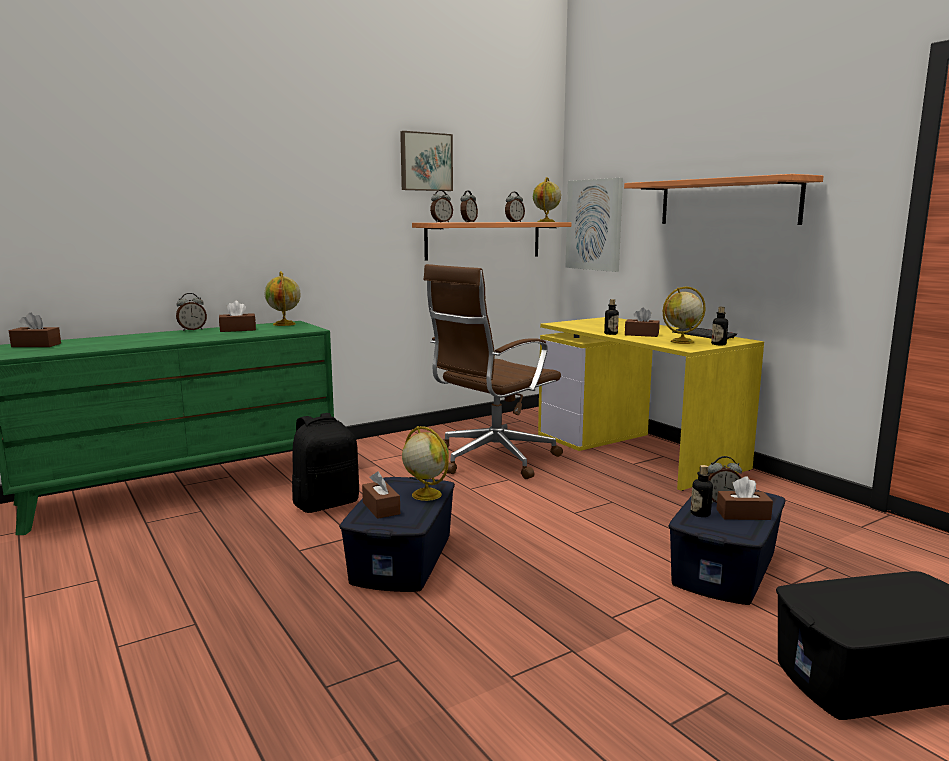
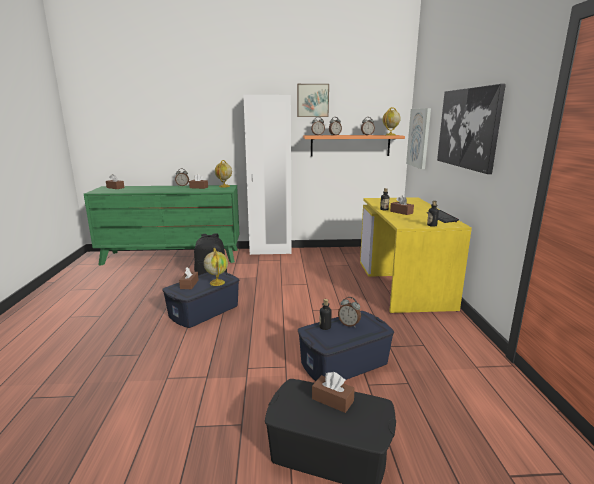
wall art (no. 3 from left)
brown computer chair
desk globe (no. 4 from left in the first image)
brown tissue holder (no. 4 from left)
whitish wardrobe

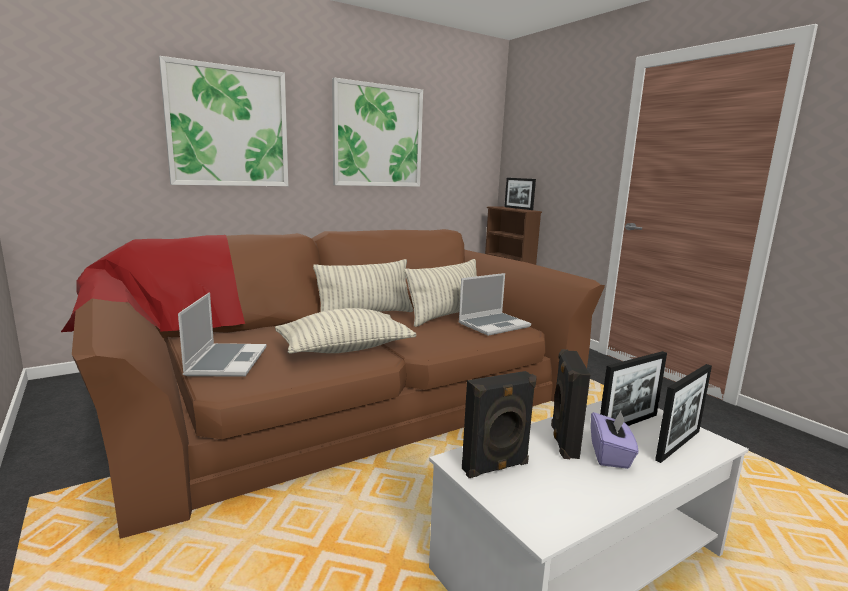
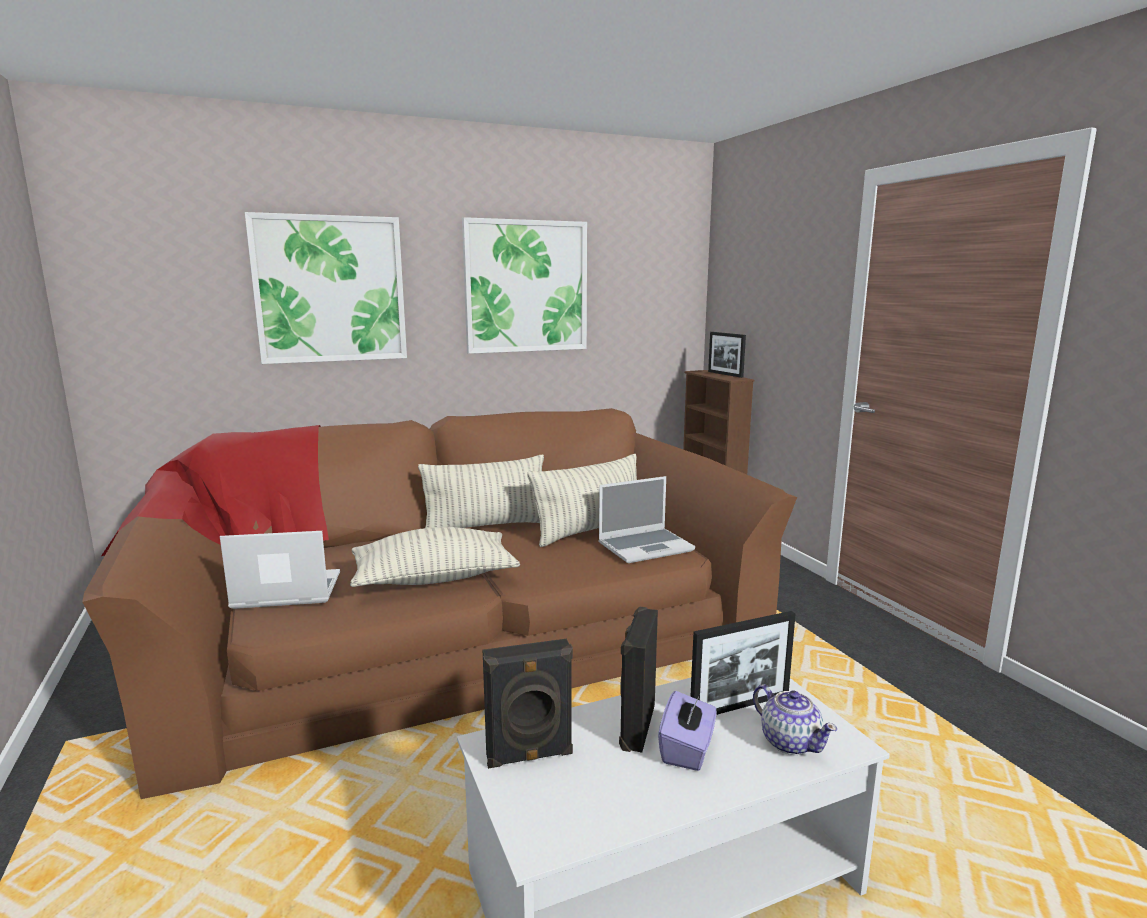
notebook computer (no. 1 from left)
teapot

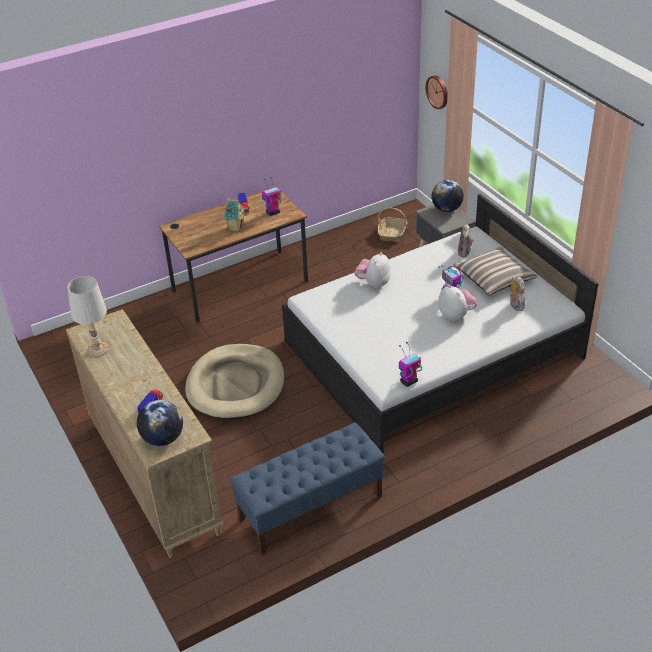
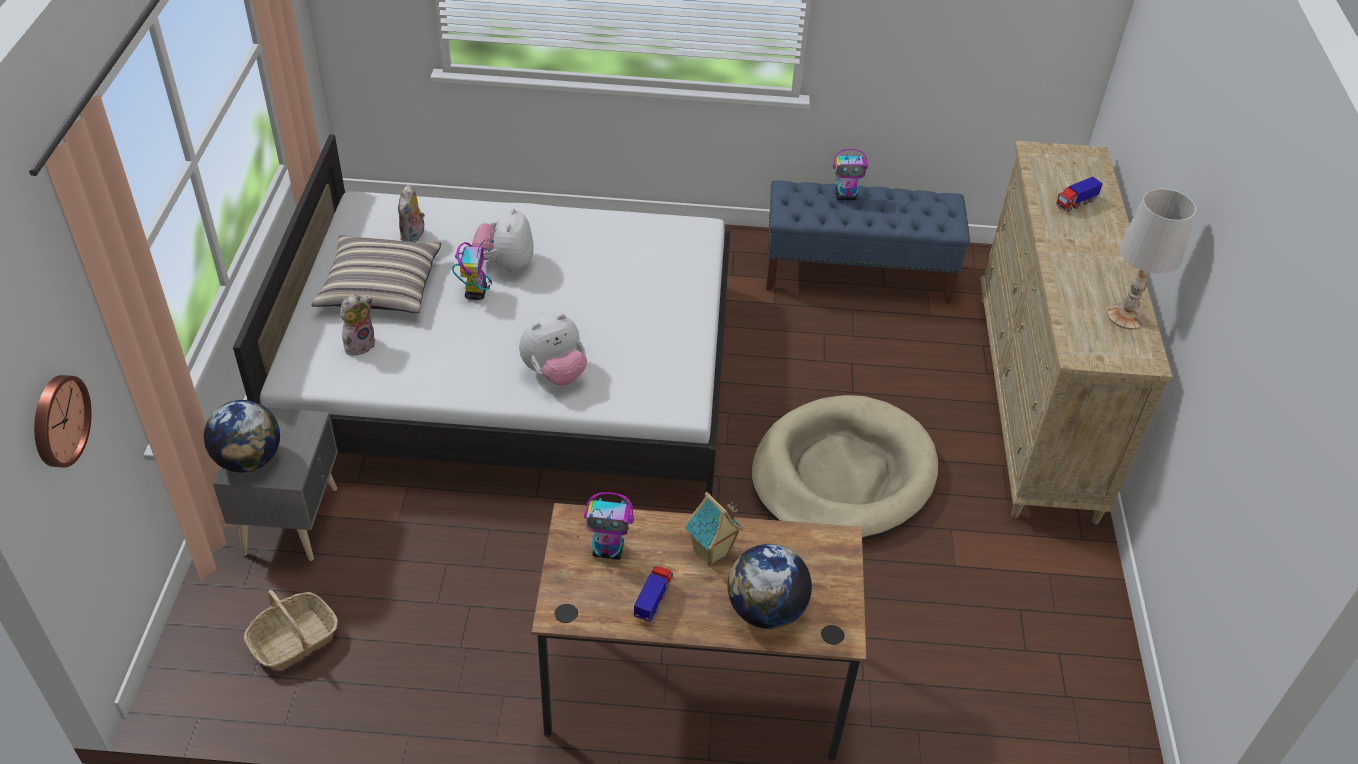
model robot (no. 3 from left)
desk globe (no. 2 from left)

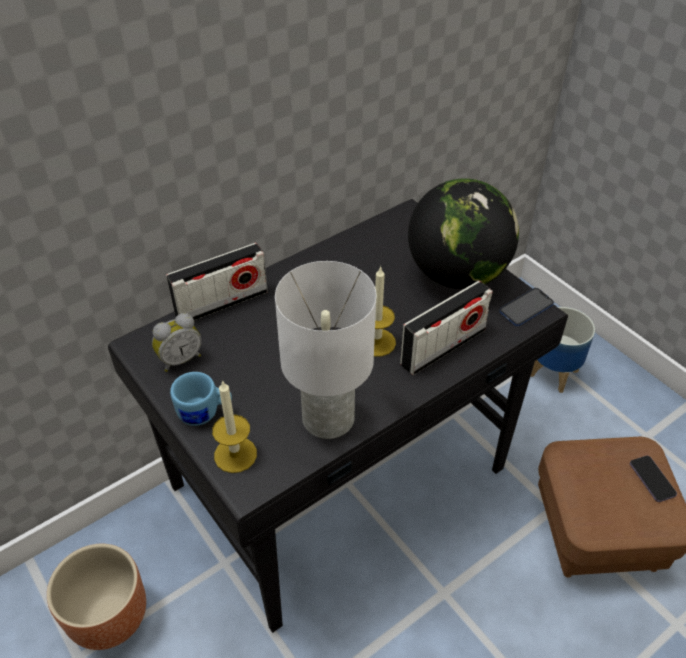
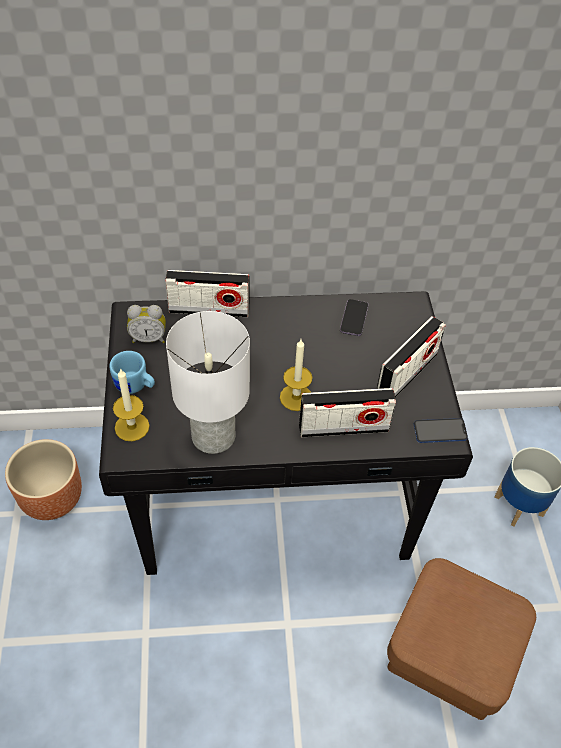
radio receiver (no. 3 from left)
phone (no. 1 from left)

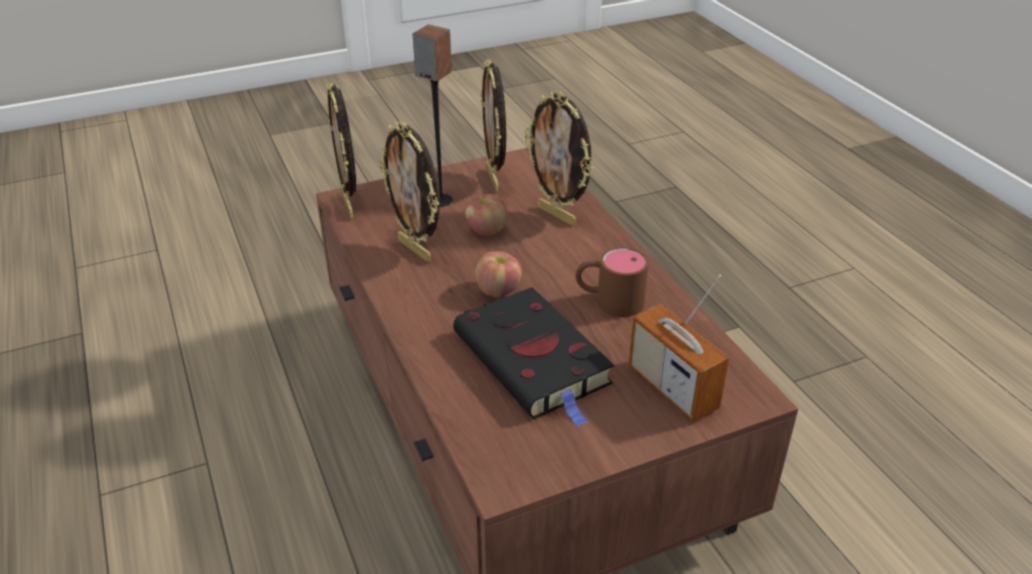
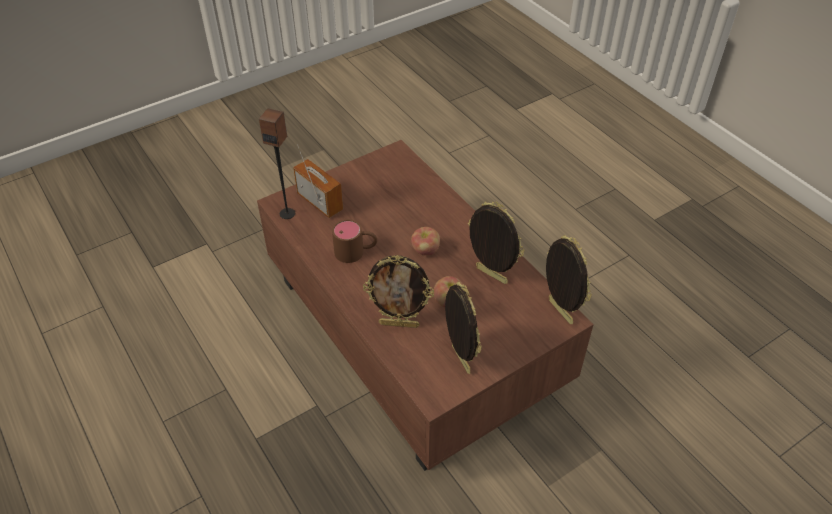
audio speaker
standing frame (no. 1 from left)
black-coloured book

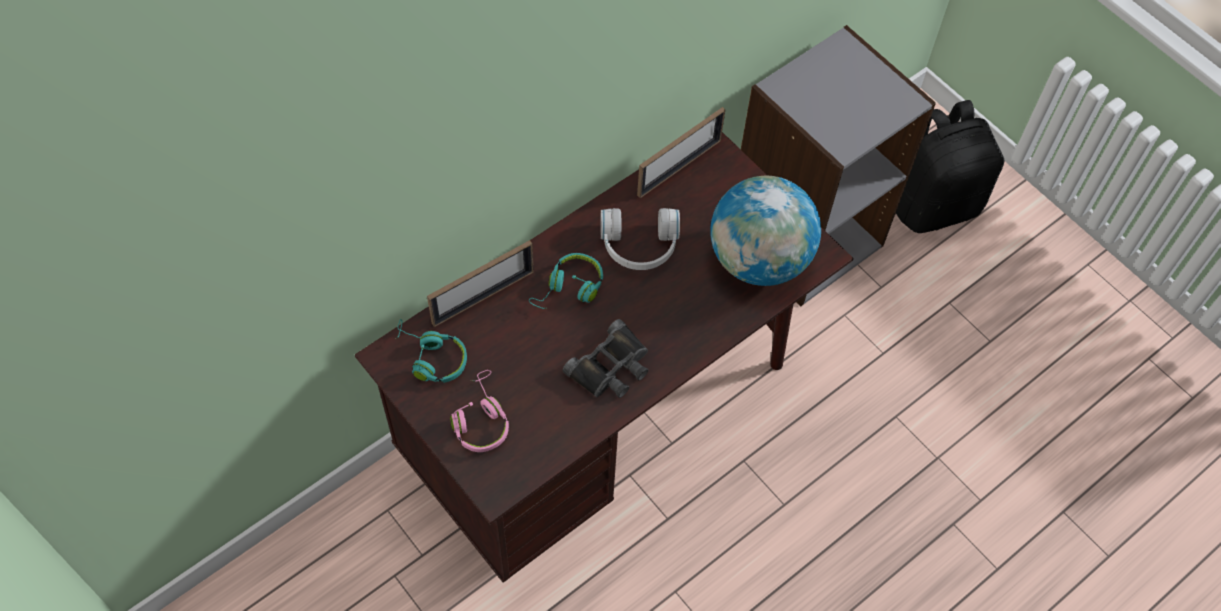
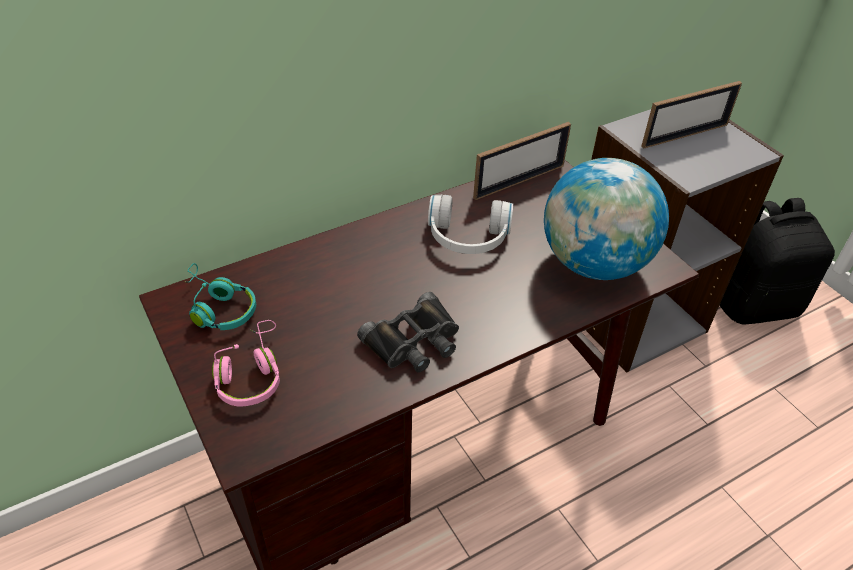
standing frame (no. 2 from left)
turquoise-coloured pair of headphones (no. 2 from left in the first image)

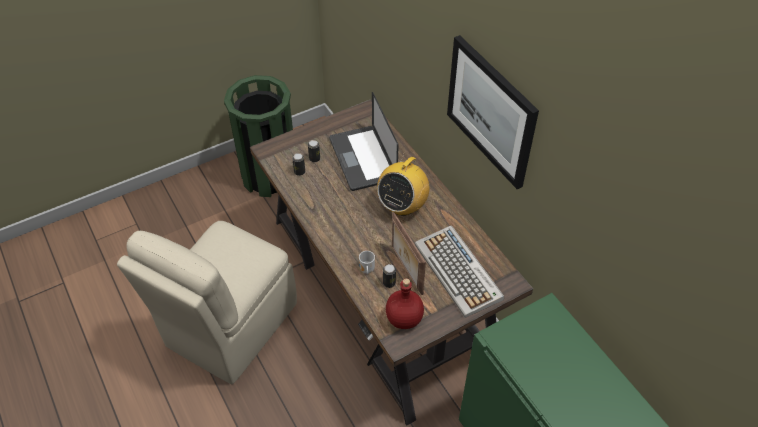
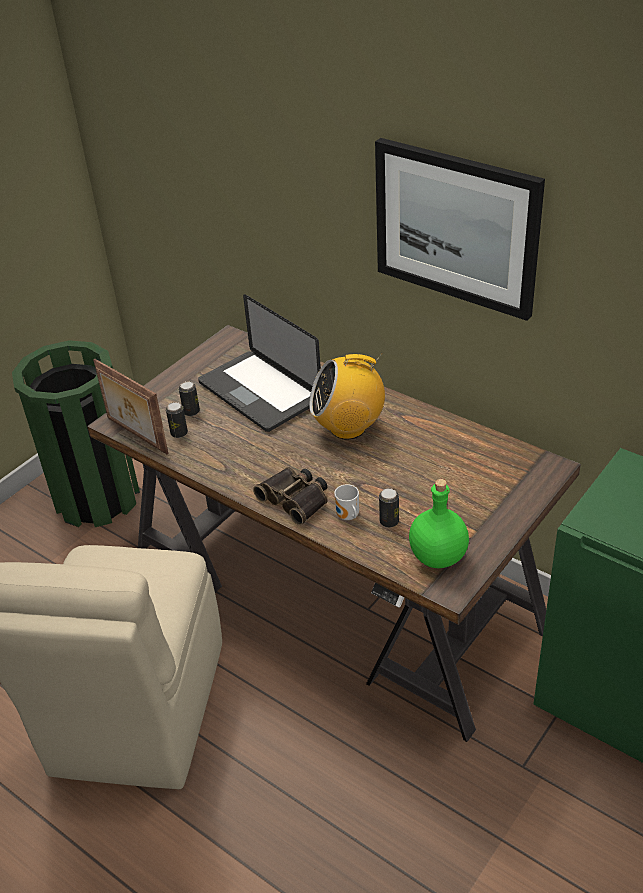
radio receiver
standing frame
computer keyboard
greenish bottle
pair of binoculars

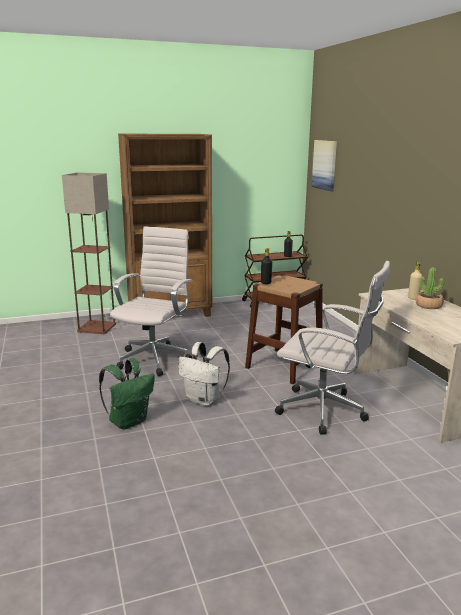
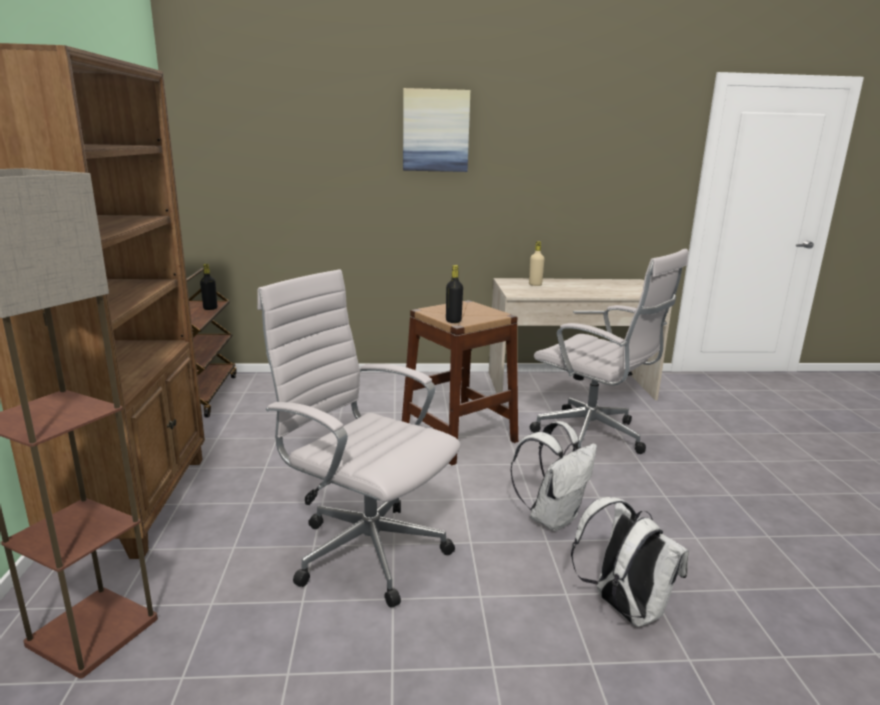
wall art
whitish computer chair (no. 2 from left)
houseplant
whitish knapsack (no. 2 from left)

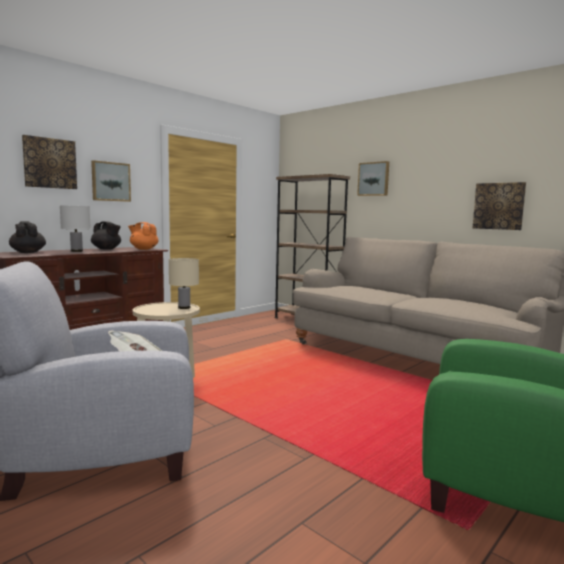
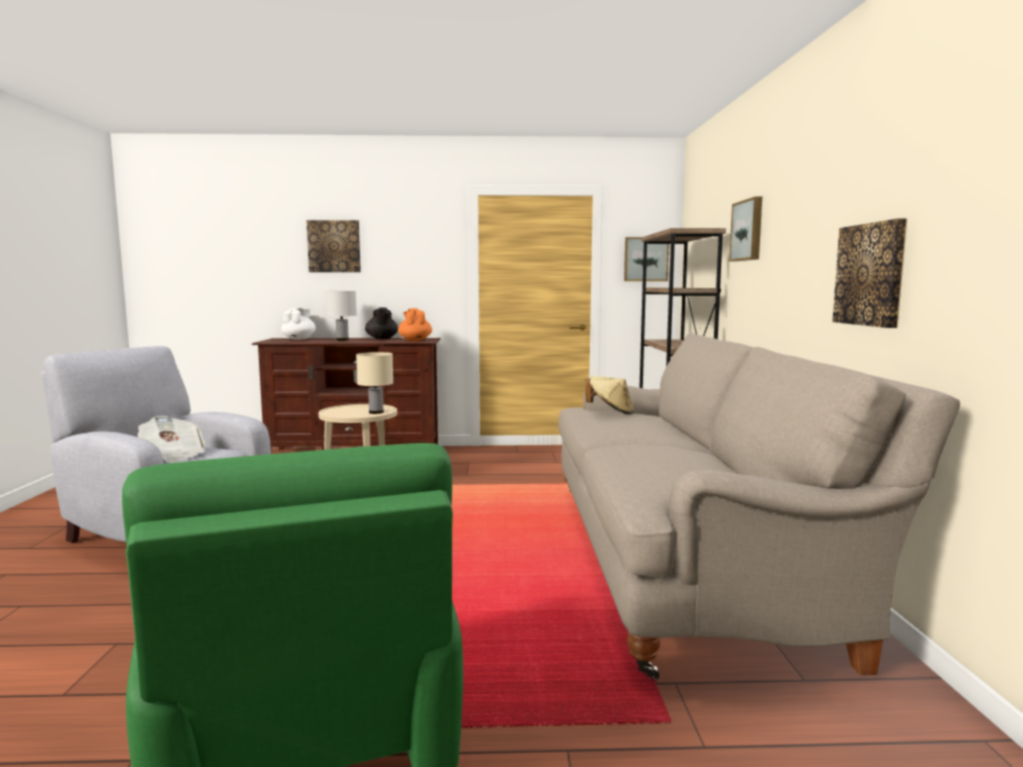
wall art (no. 2 from left)
whitish teapot
beige-coloured clothing hat

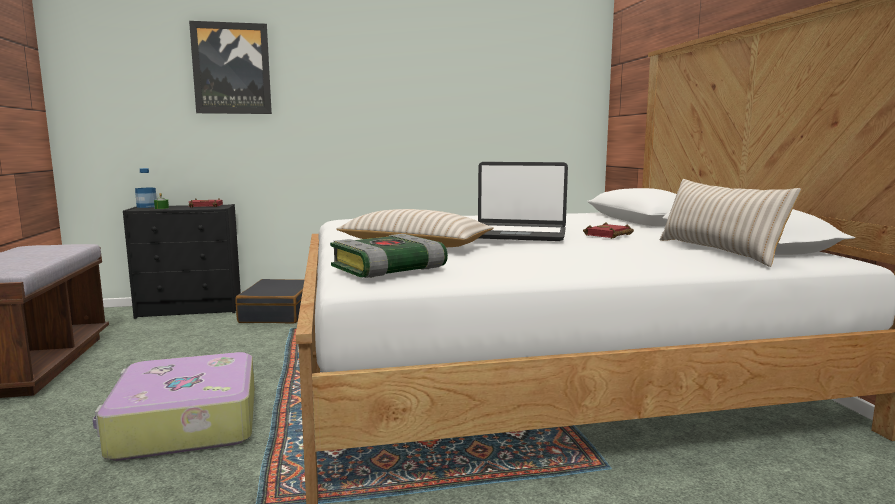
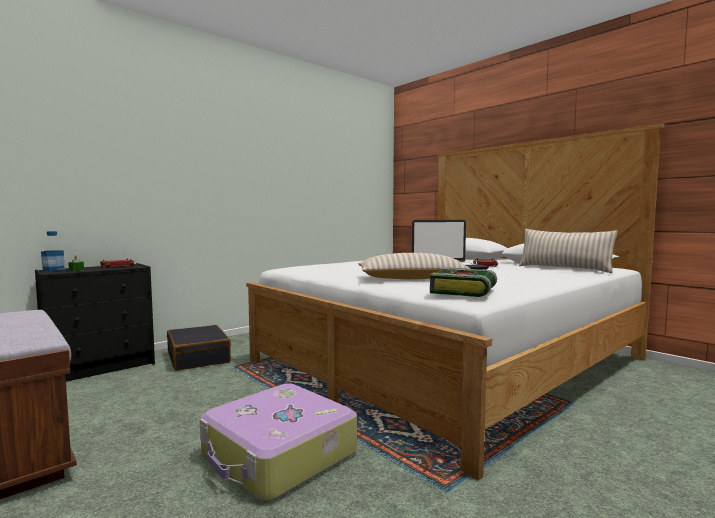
wall art

